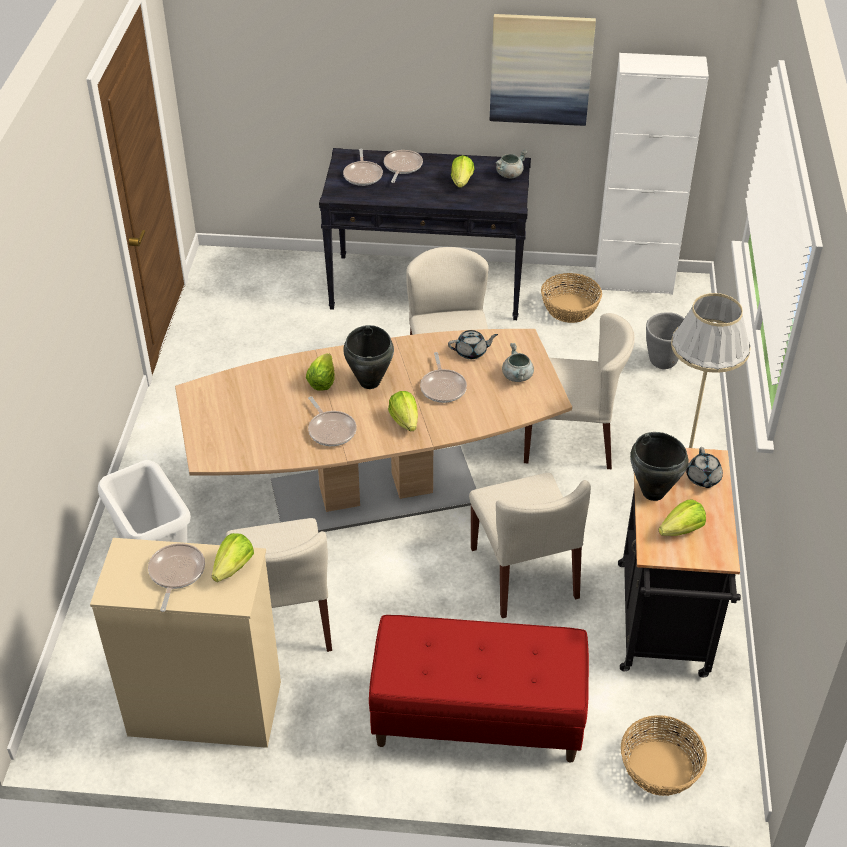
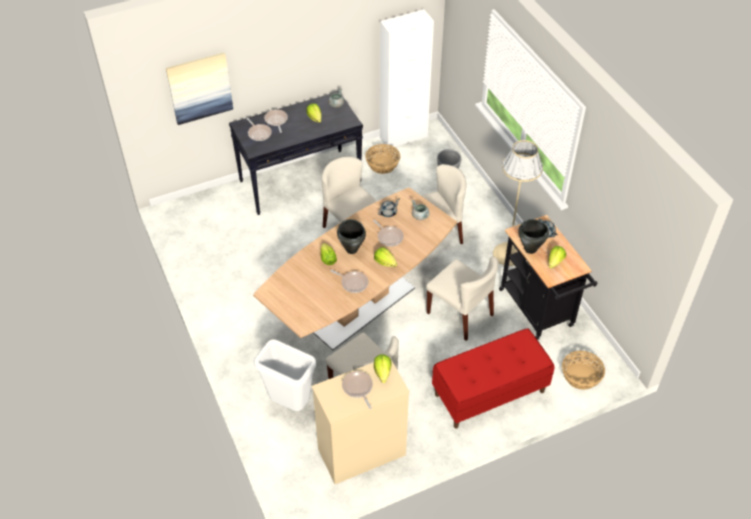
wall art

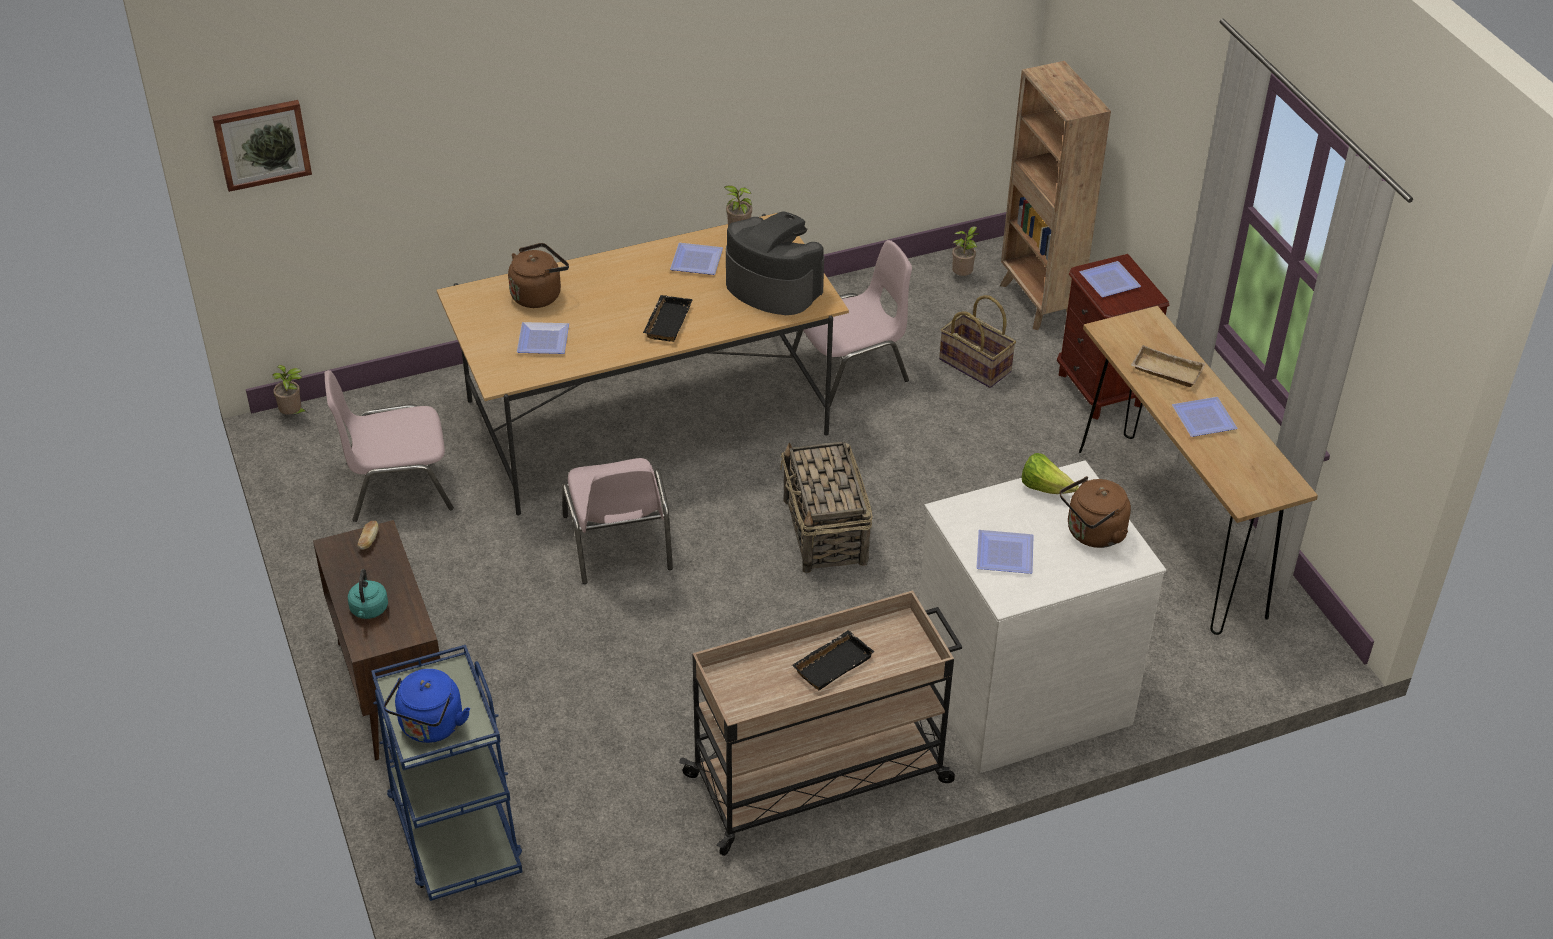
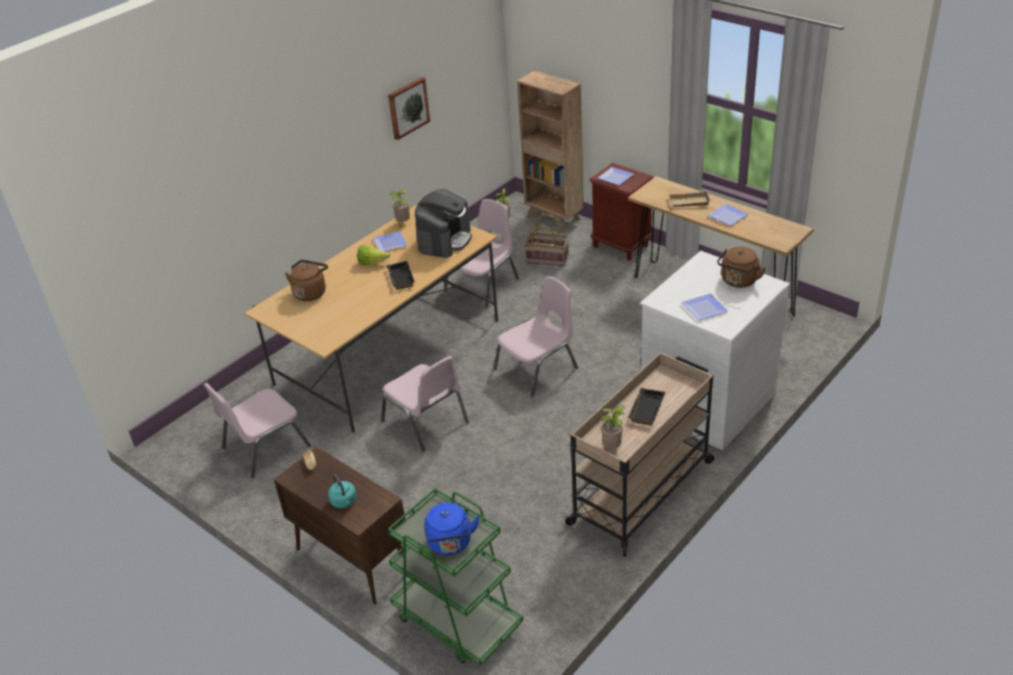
wall art
coffee maker
dinner plate (no. 1 from left in the first image)
houseplant (no. 3 from left)
pinkish plain chair (no. 4 from left)
lettuce head
greenish trolley

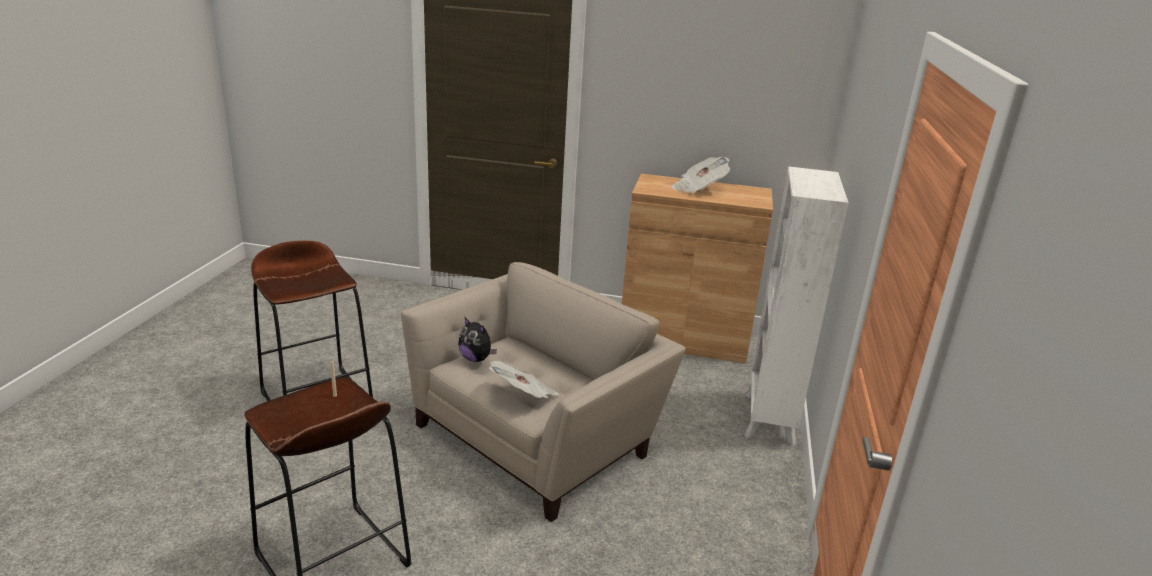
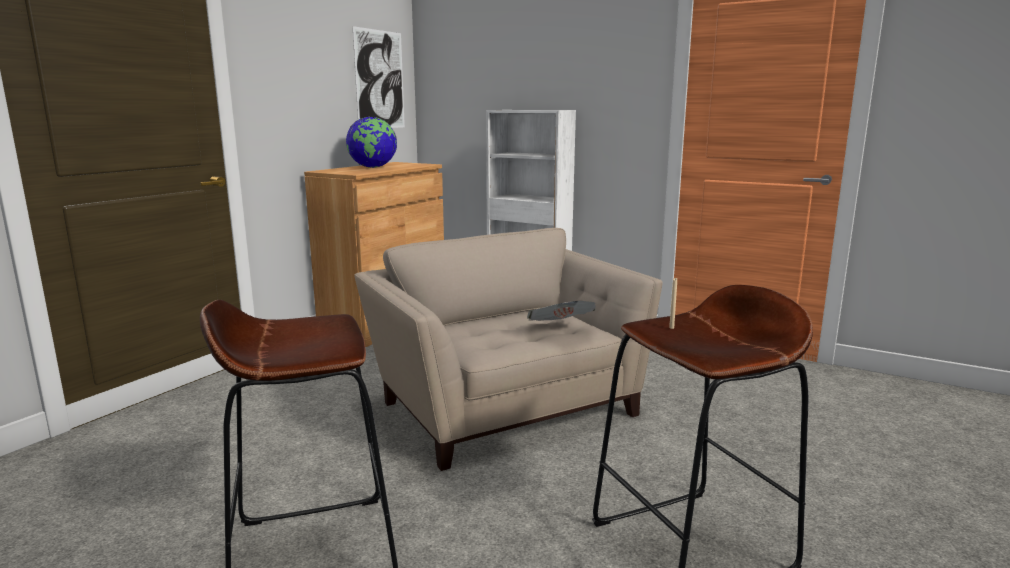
desk globe
plush toy
wall art

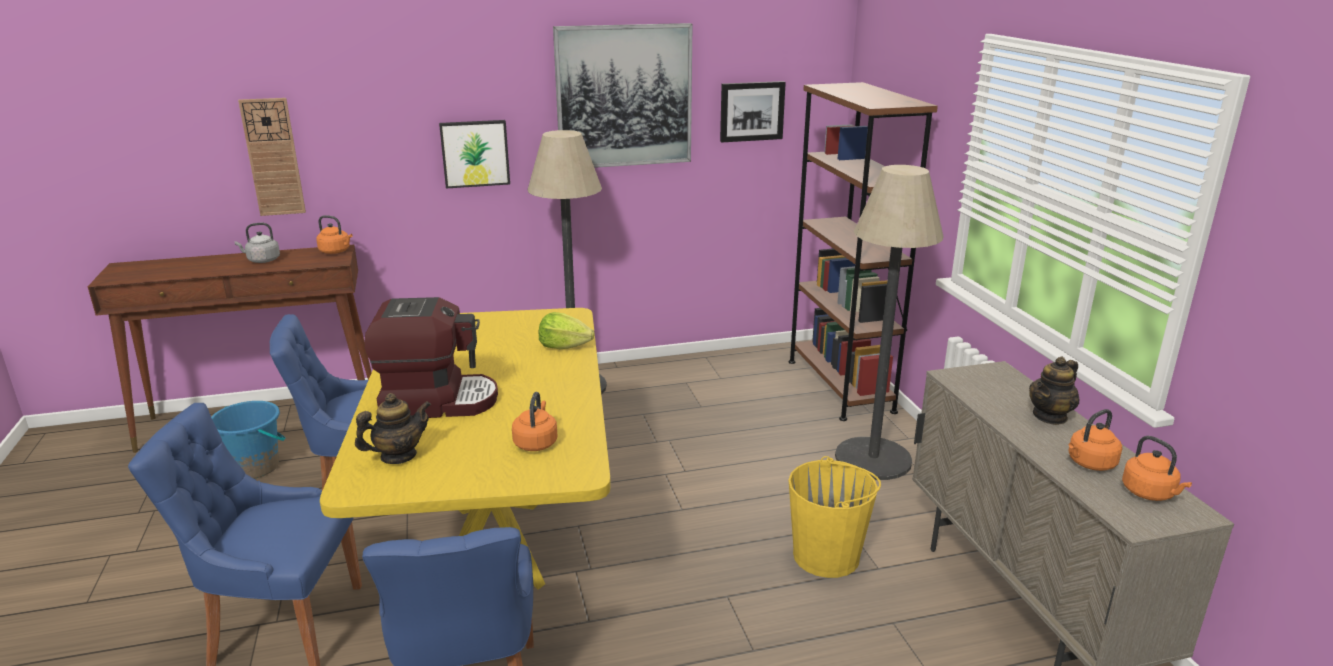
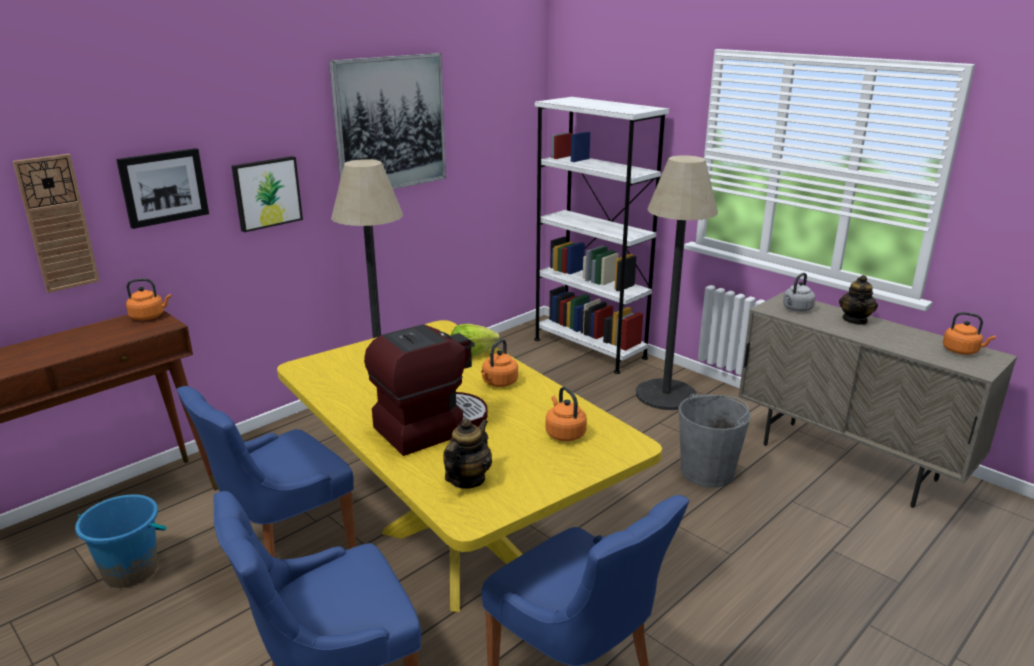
wall art (no. 1 from left)
whitish shelving unit
grey water kettle
orange water kettle (no. 2 from left)
grey bucket

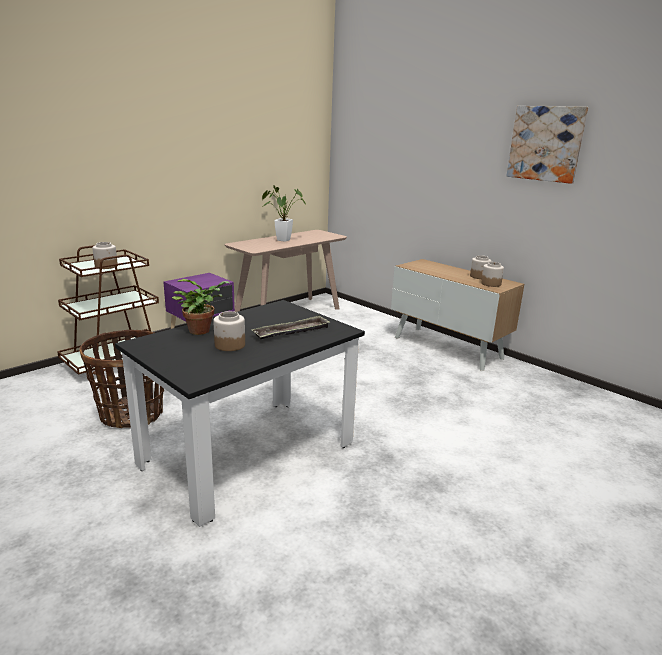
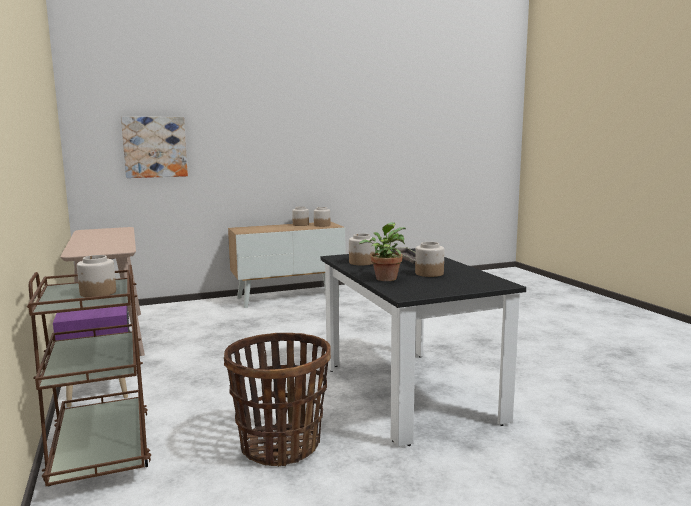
wall art
houseplant (no. 2 from left in the first image)
jar (no. 4 from left)

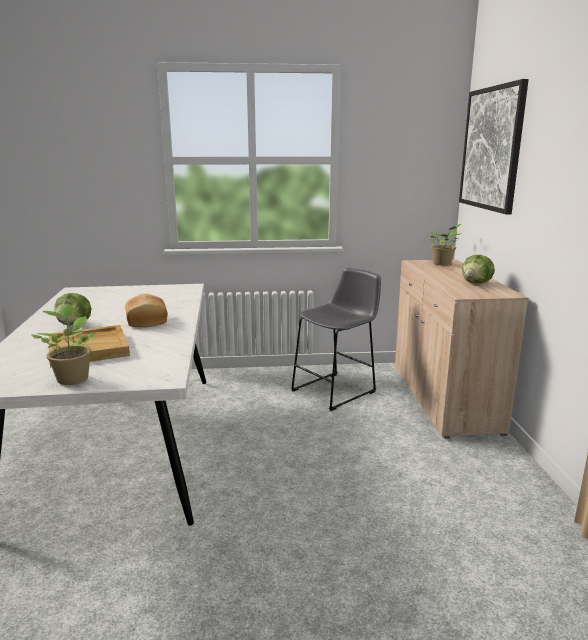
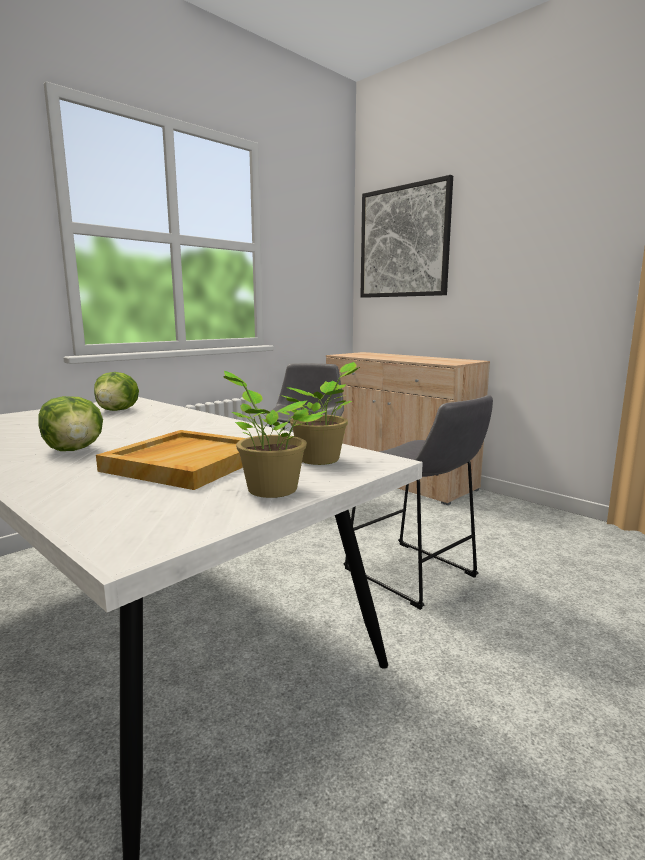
houseplant (no. 2 from left)
lettuce head (no. 2 from left)
bread
grey stool seat (no. 2 from left)

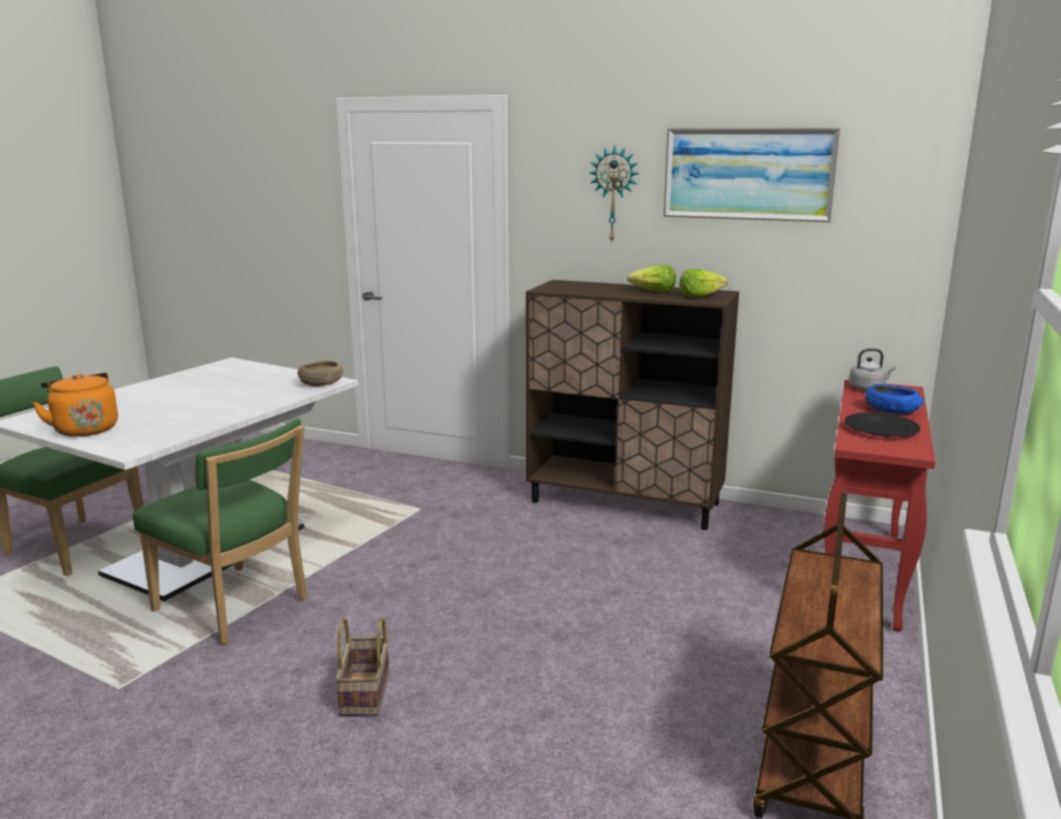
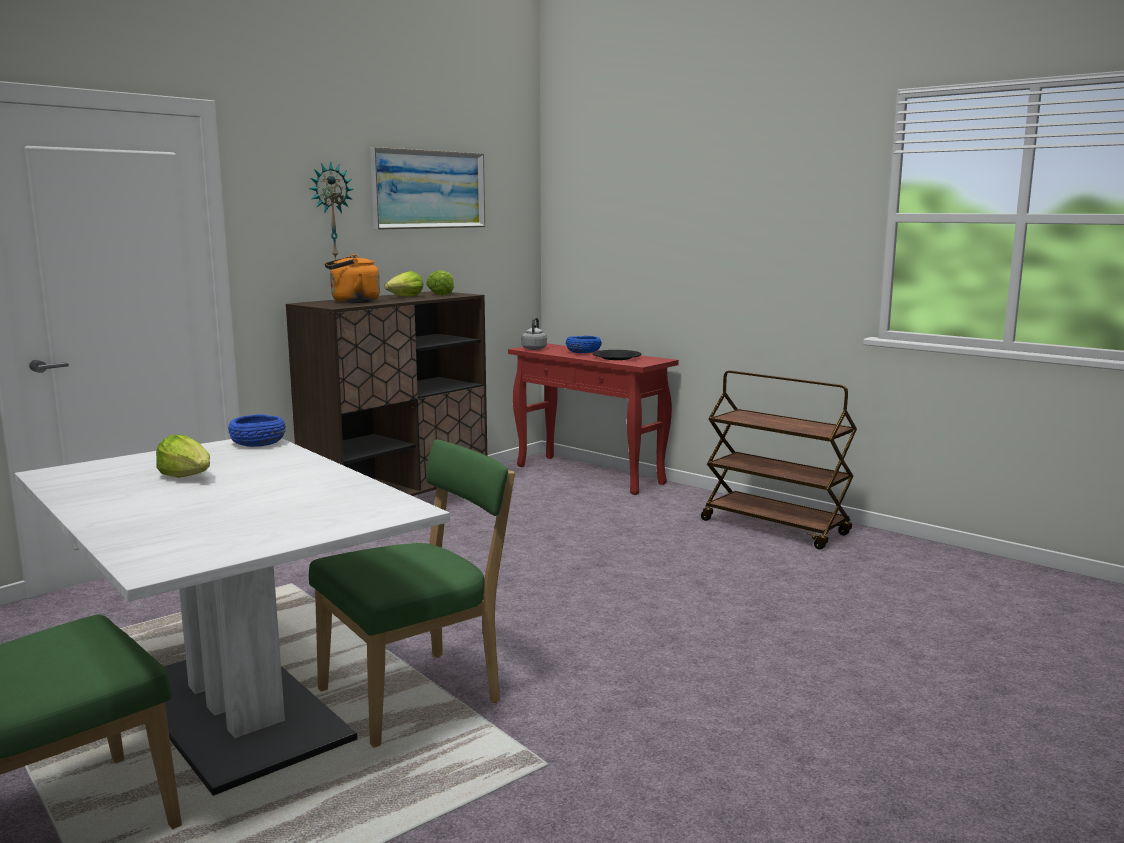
blue-coloured deep dish (no. 1 from left)
orange water kettle
basket
lettuce head (no. 1 from left)

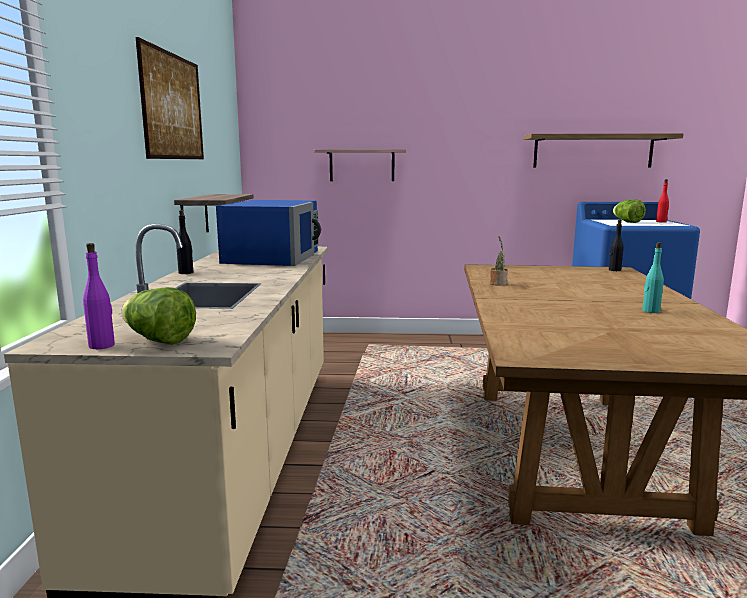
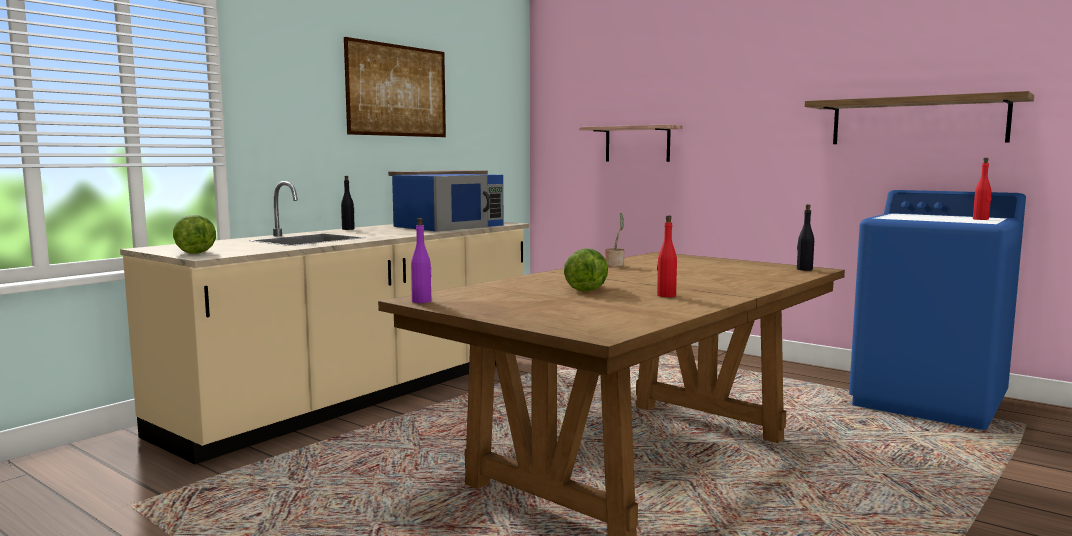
lettuce head (no. 2 from left)
reddish bottle (no. 1 from left)
purple-coloured bottle

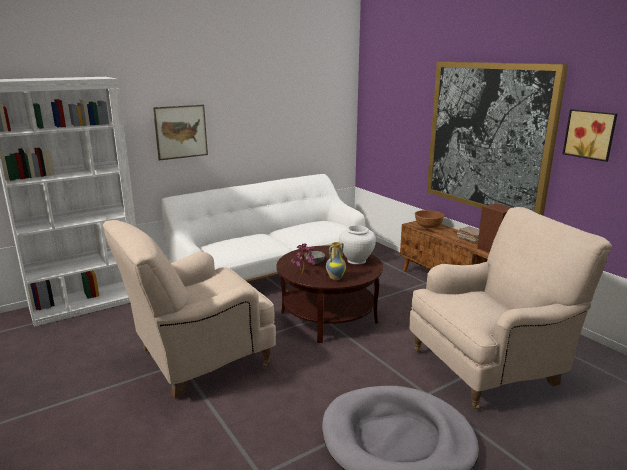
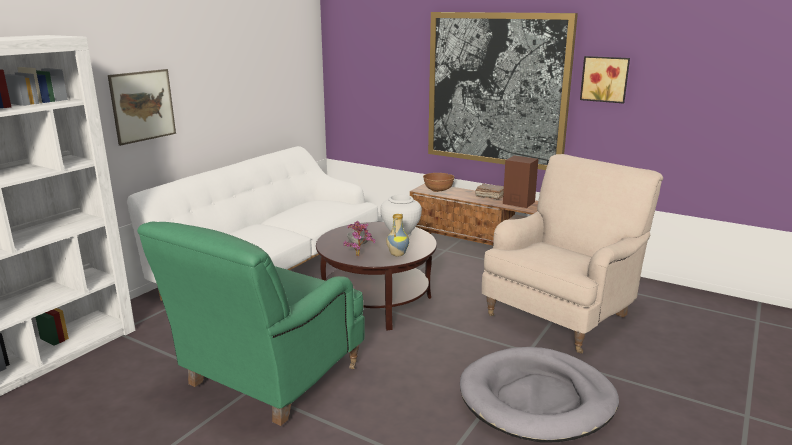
greenish armchair

